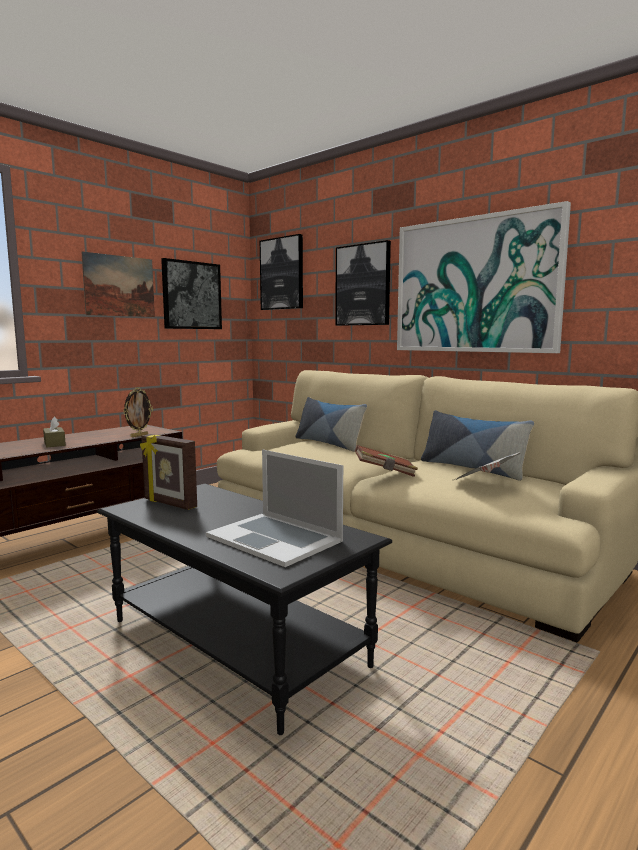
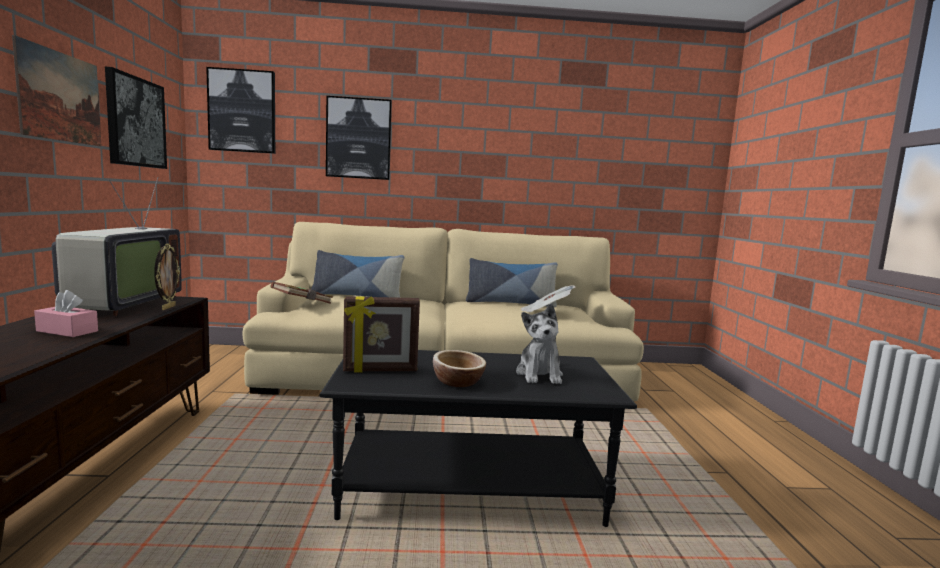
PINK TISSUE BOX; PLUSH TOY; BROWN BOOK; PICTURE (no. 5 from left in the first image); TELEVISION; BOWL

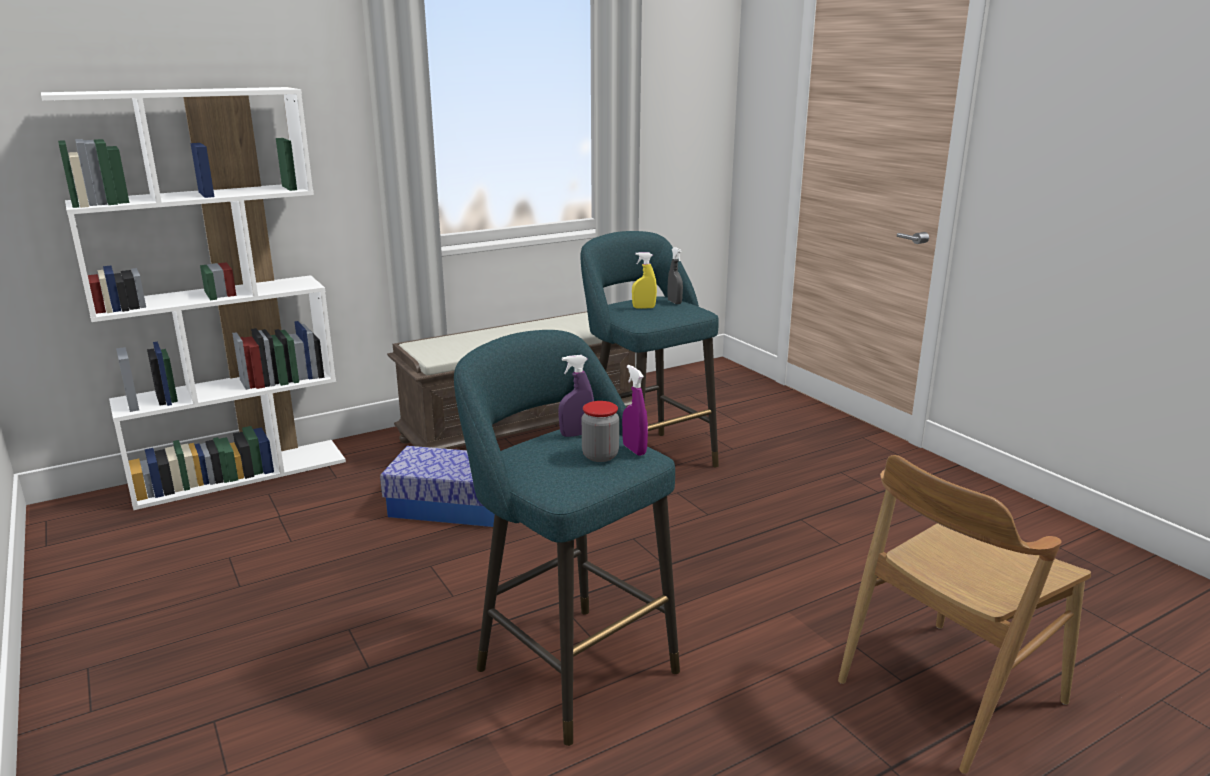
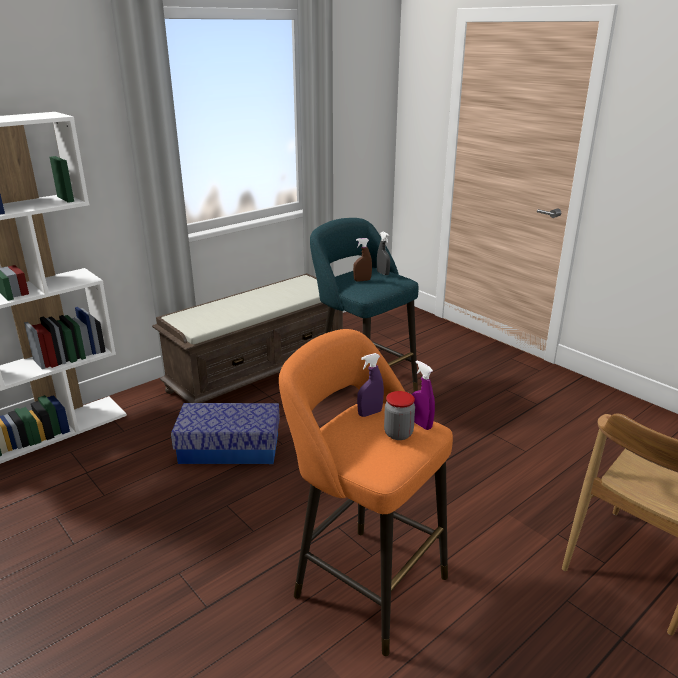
ORANGE STOOL; BROWN SPRAY BOTTLE

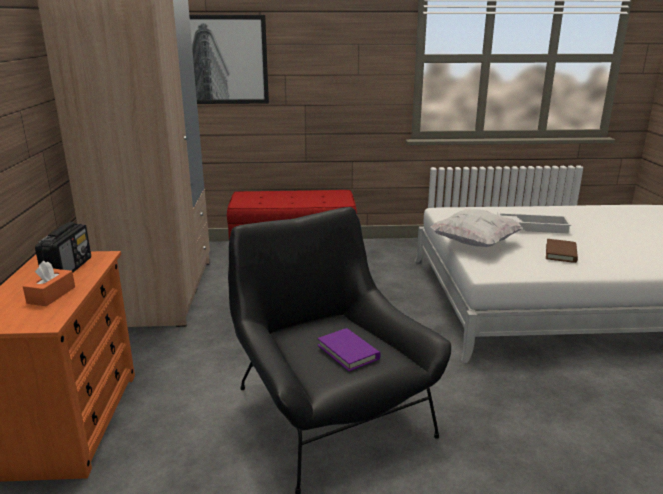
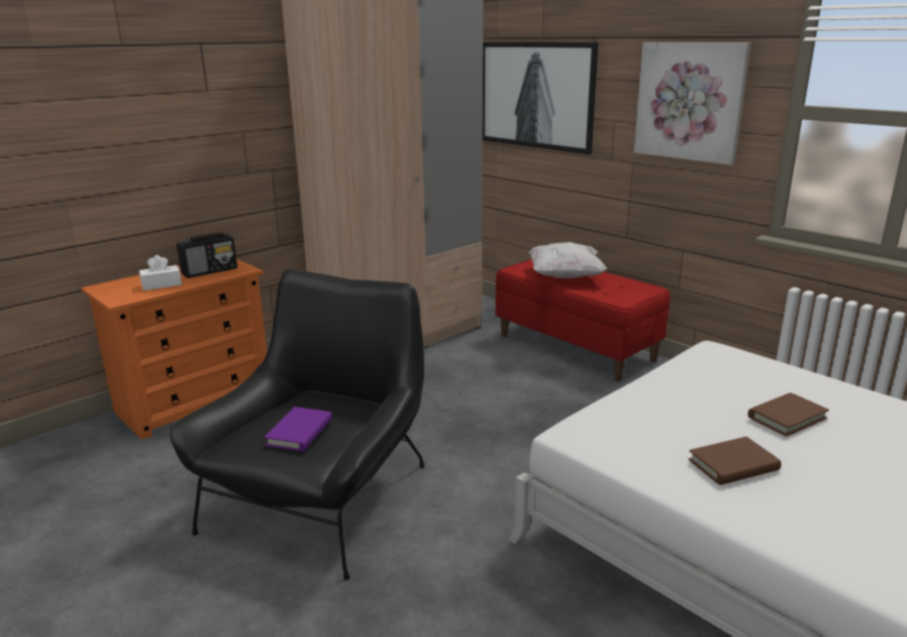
WHITE TISSUE BOX; WHITE PILLOW; BROWN BOOK (no. 2 from left); PICTURE (no. 2 from left)

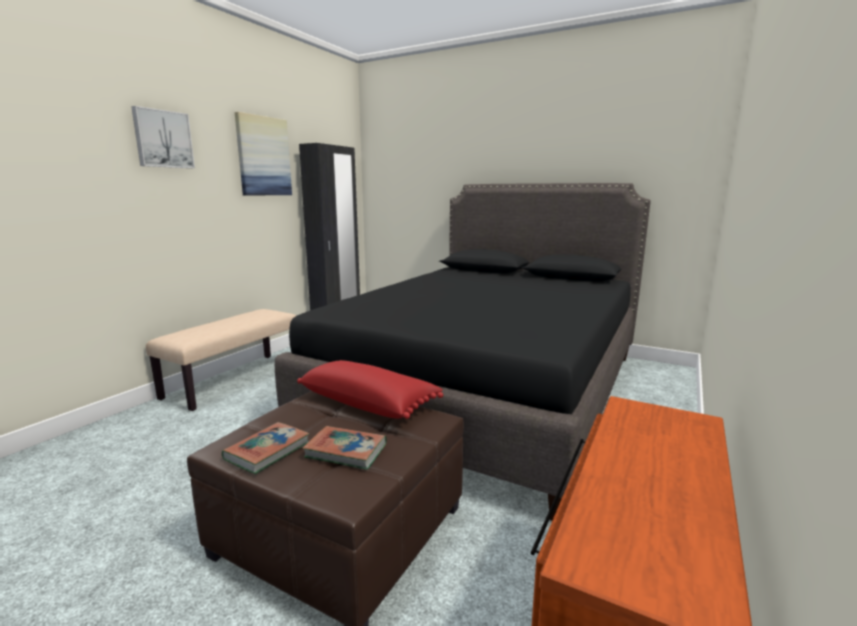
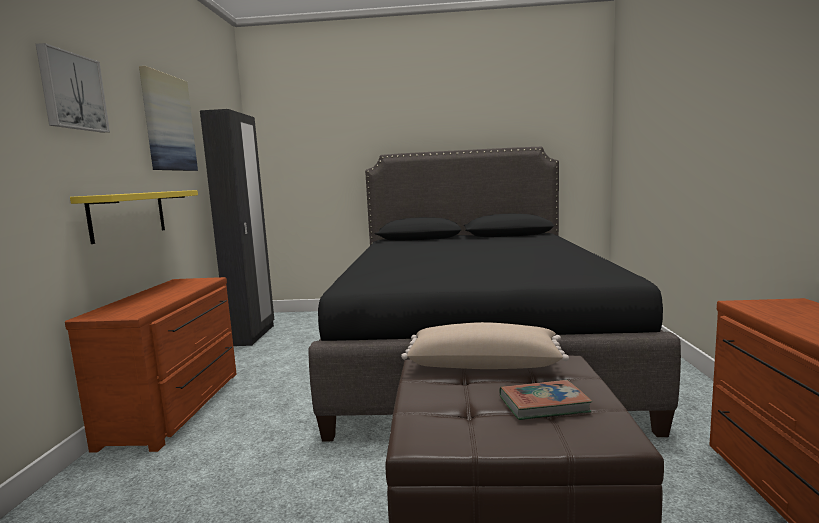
BROWN DRESSER (no. 1 from left); BOOK (no. 1 from left in the first image); BEIGE PILLOW; YELLOW SHELF

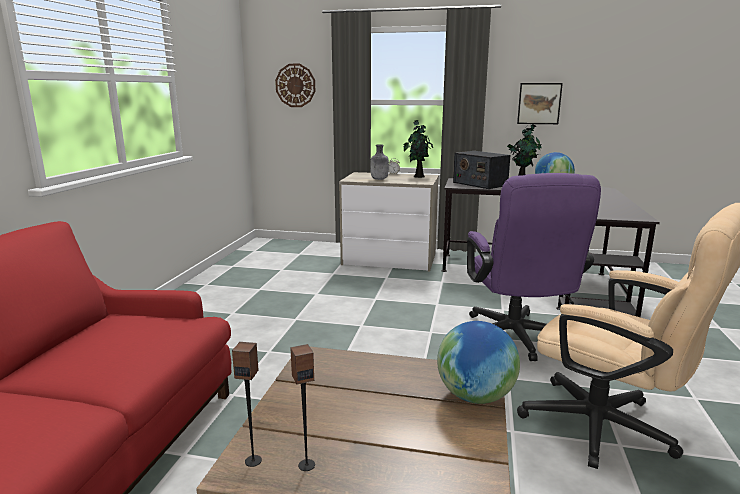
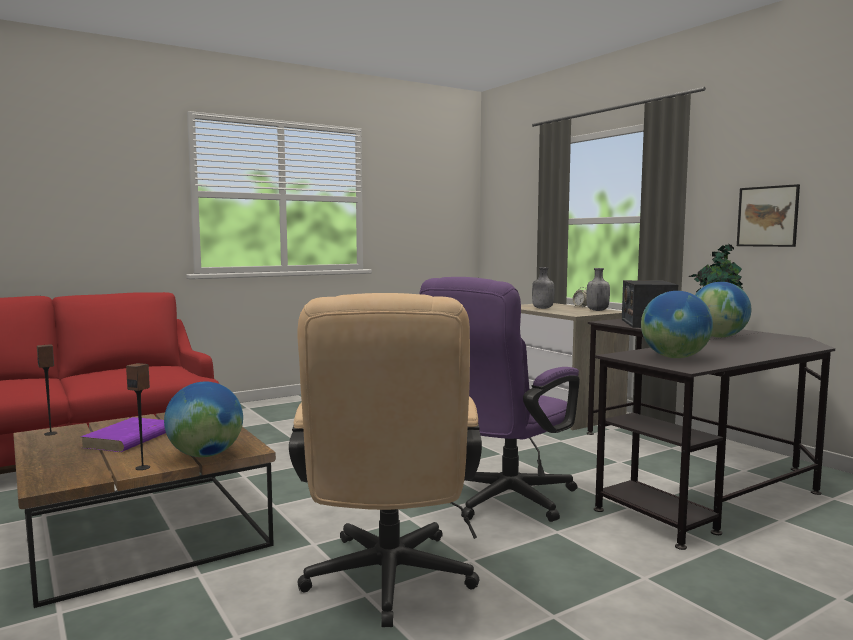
WALL CLOCK; SPEAKER (no. 2 from left); GREY BOTTLE (no. 2 from left); PURPLE BOOK; GLOBE (no. 2 from left)

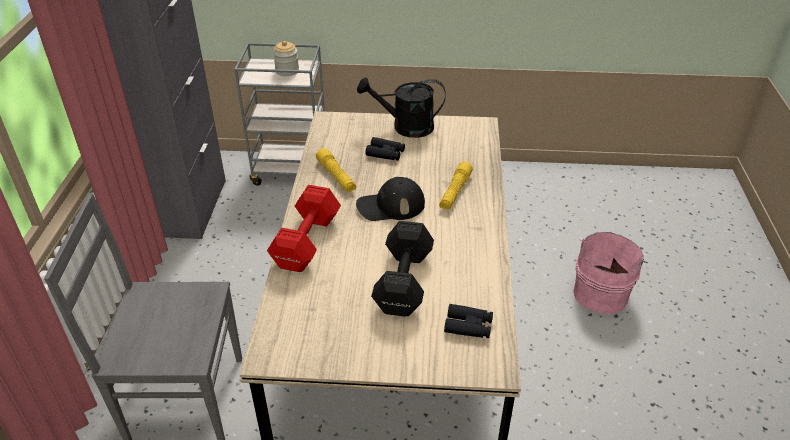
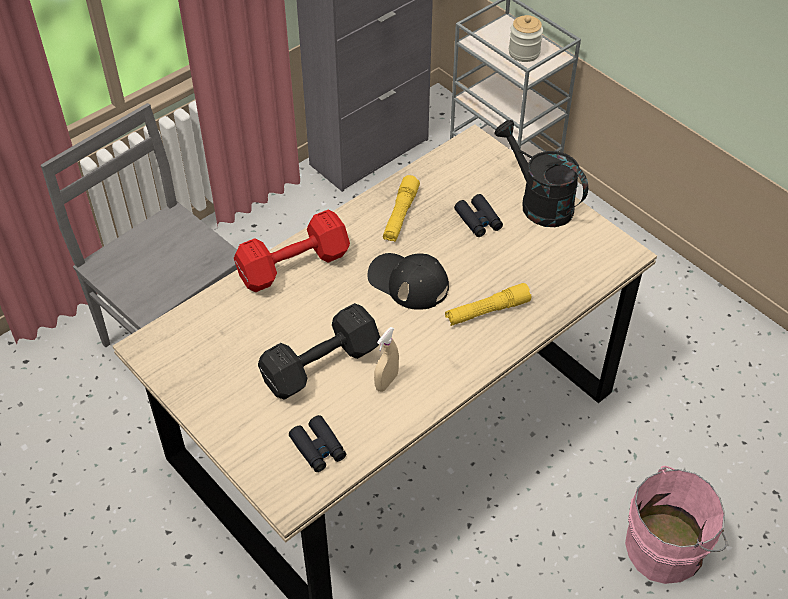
BEIGE SPRAY BOTTLE

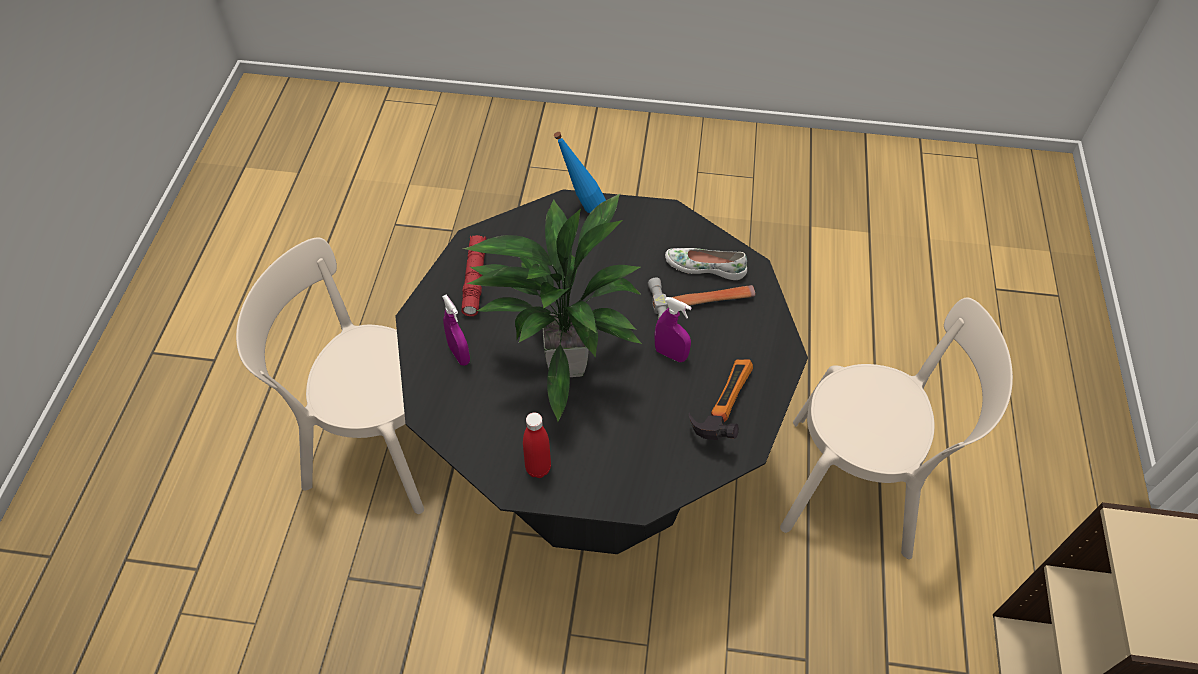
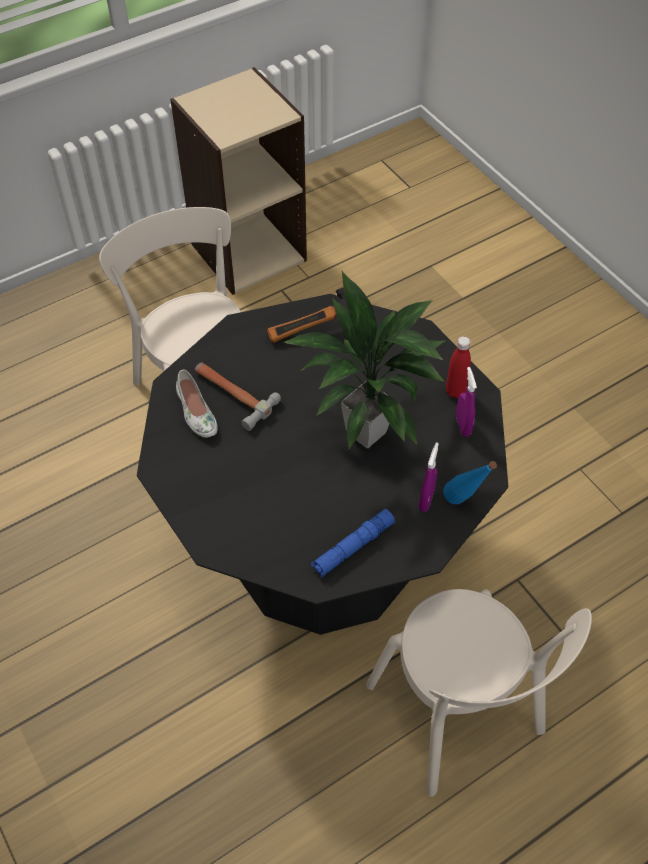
BLUE FLASHLIGHT; BLUE BOTTLE; PURPLE SPRAY BOTTLE (no. 2 from left)

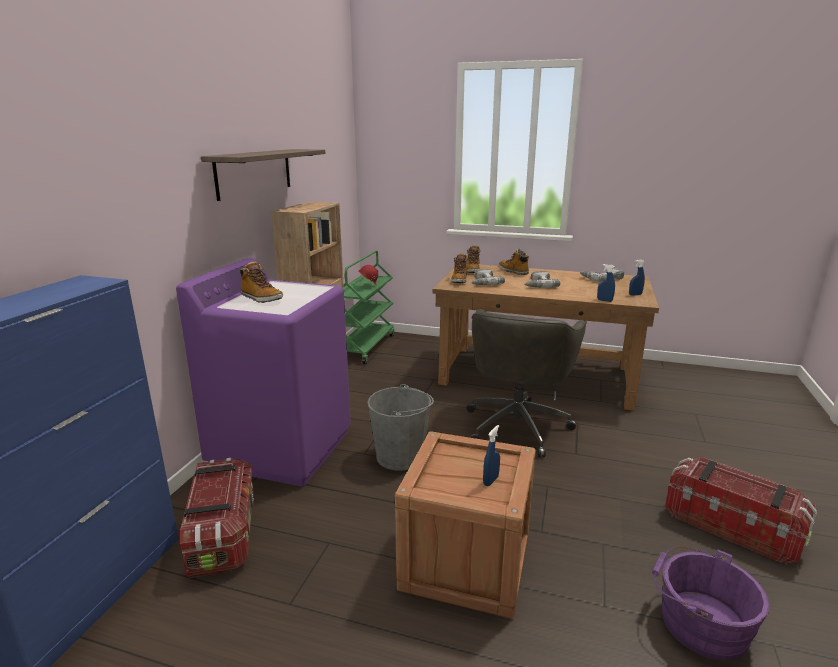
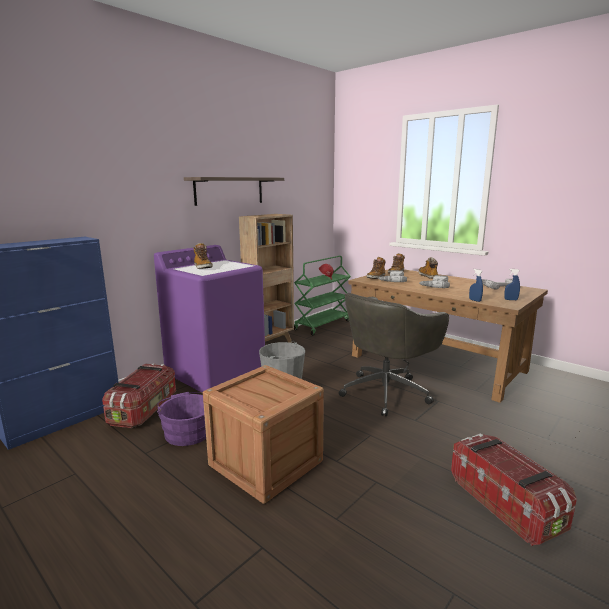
BLUE SPRAY BOTTLE (no. 1 from left in the first image); PURPLE BUCKET

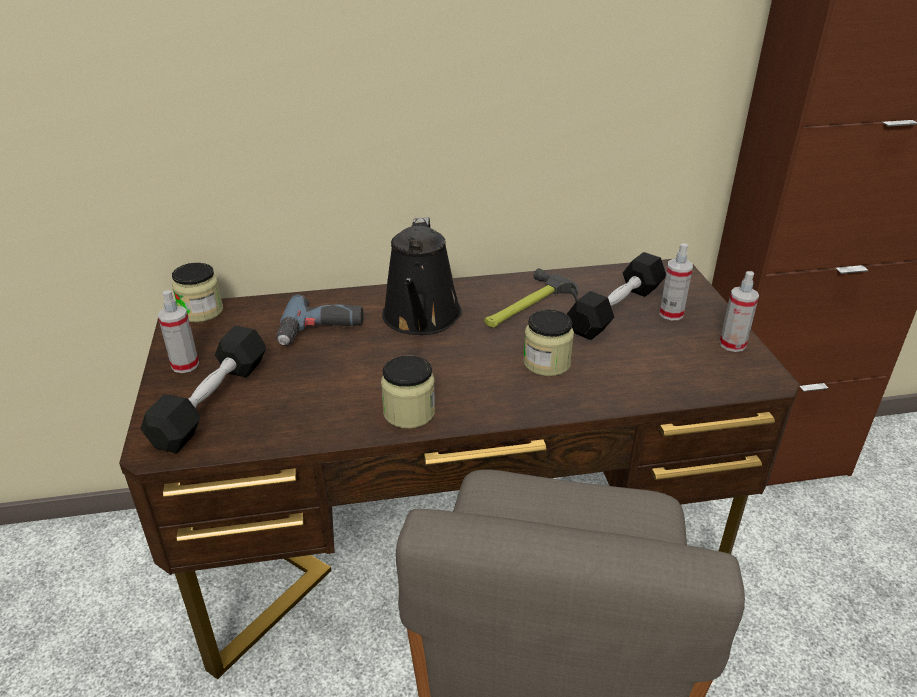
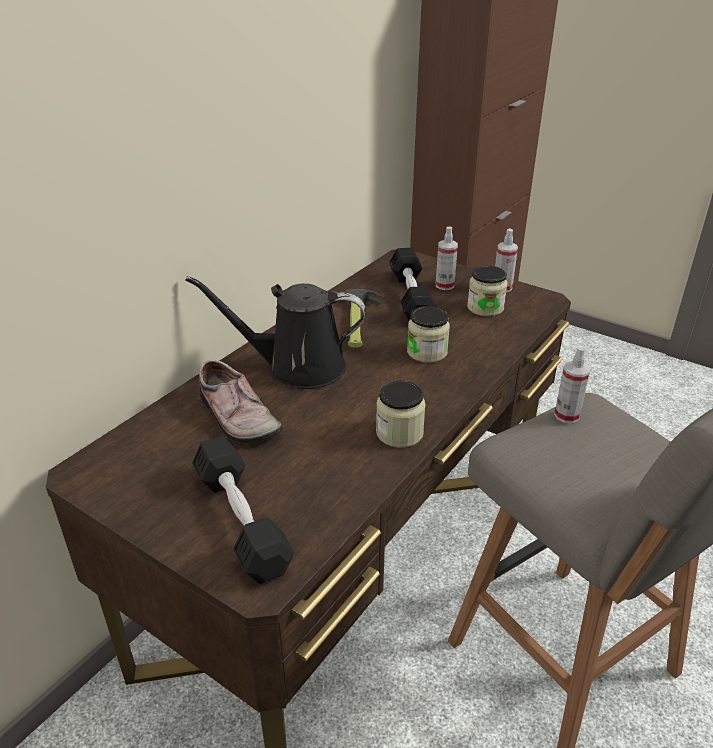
SPRAY BOTTLE (no. 3 from left); JAR (no. 3 from left); SHOE; BLACK WATERING CAN

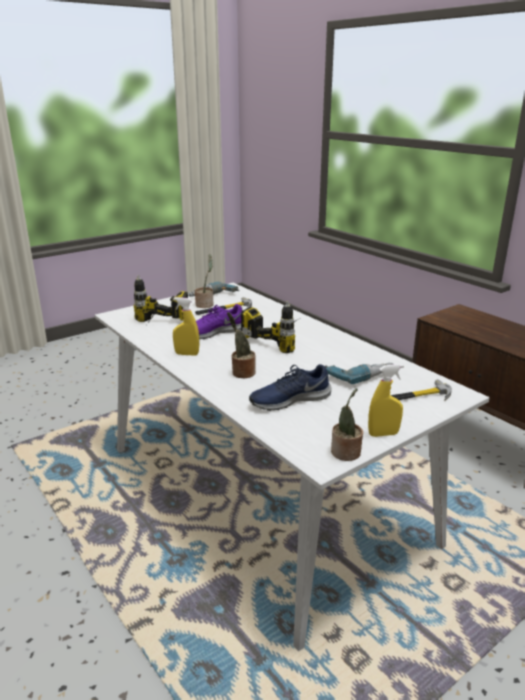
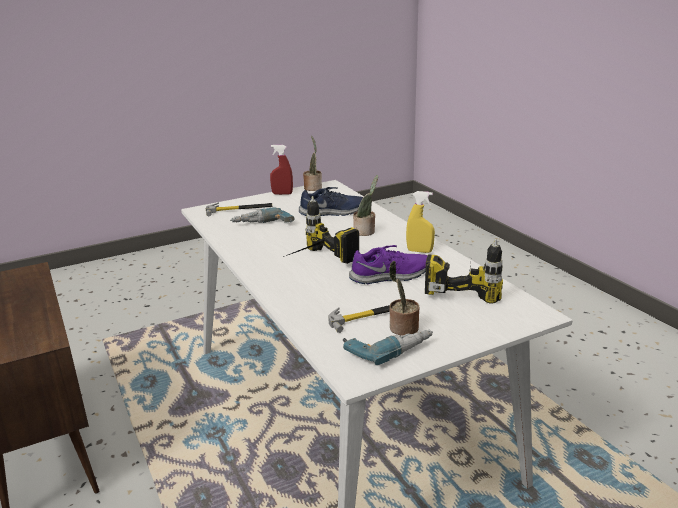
RED SPRAY BOTTLE

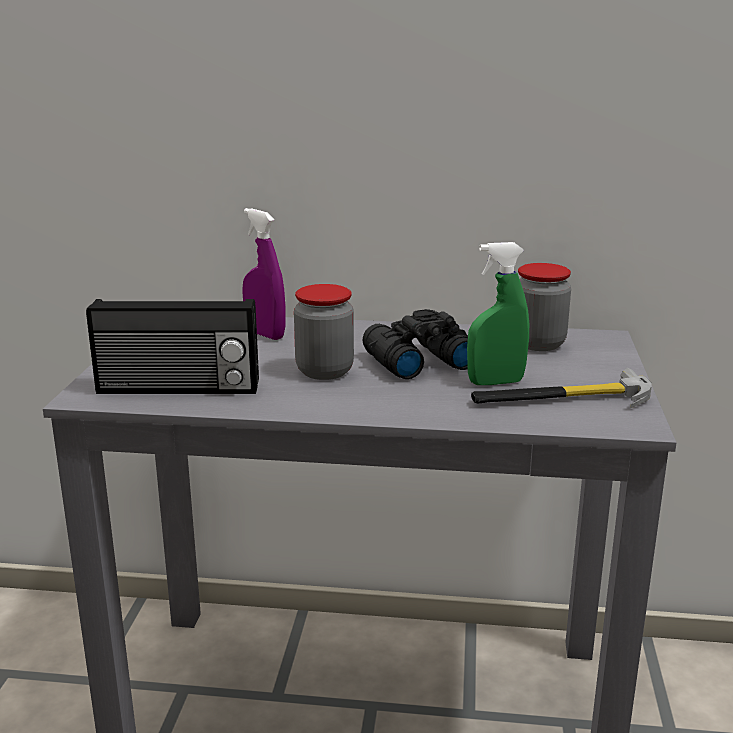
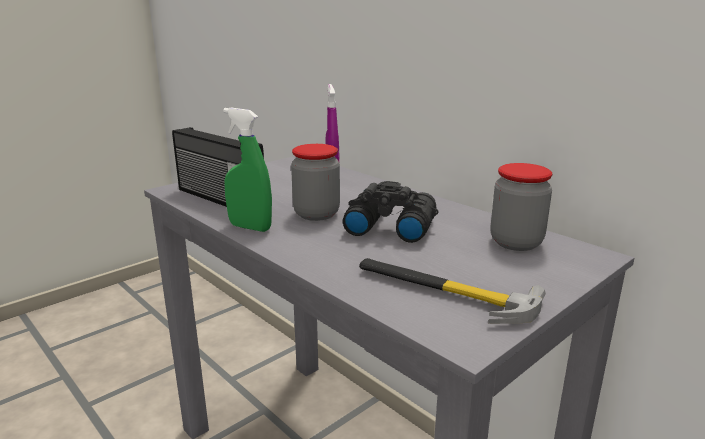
GREEN SPRAY BOTTLE

